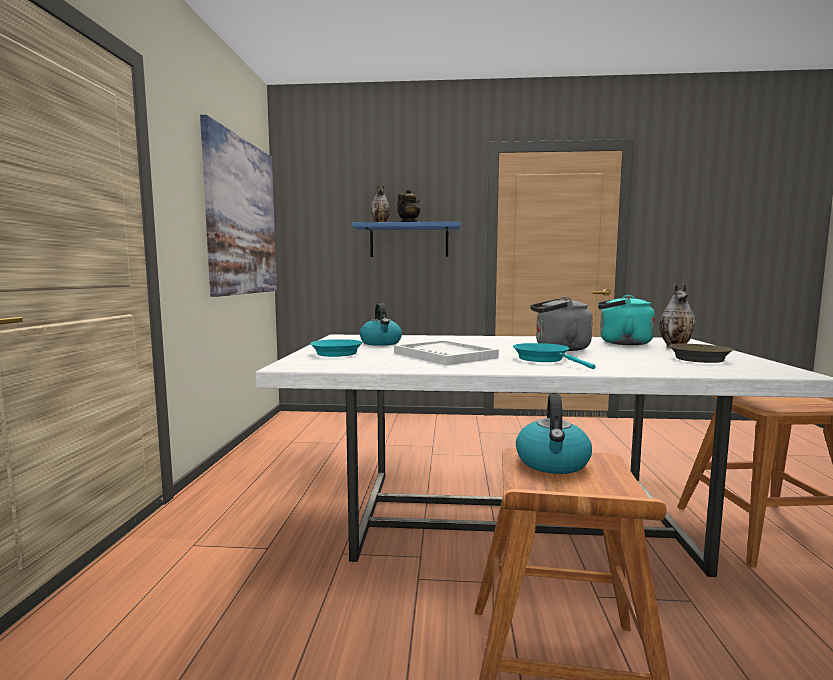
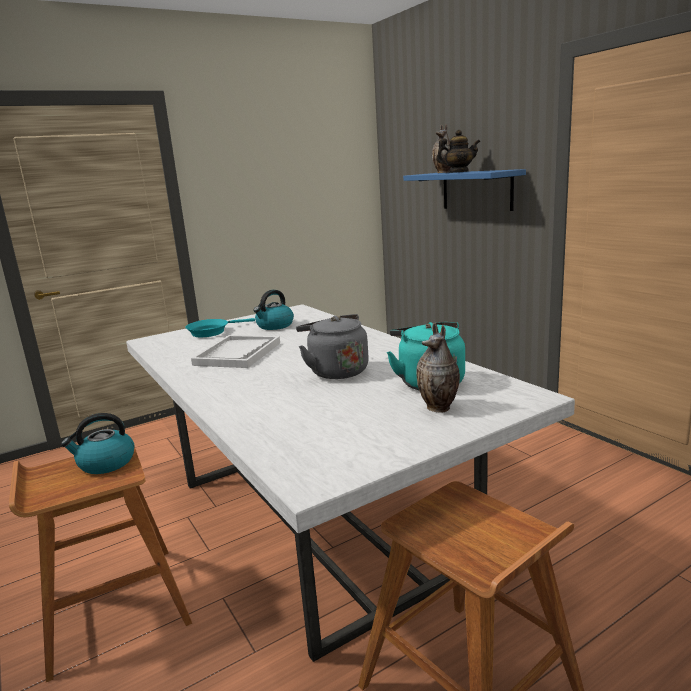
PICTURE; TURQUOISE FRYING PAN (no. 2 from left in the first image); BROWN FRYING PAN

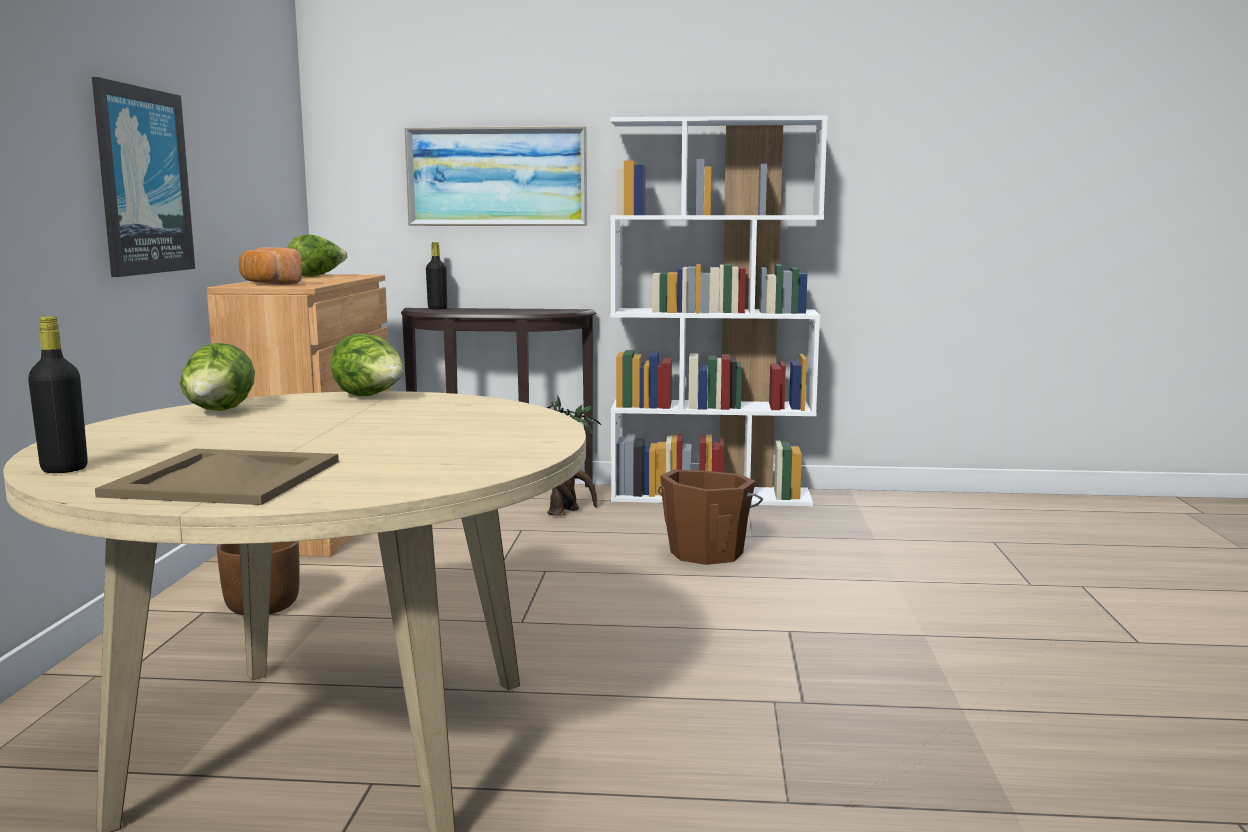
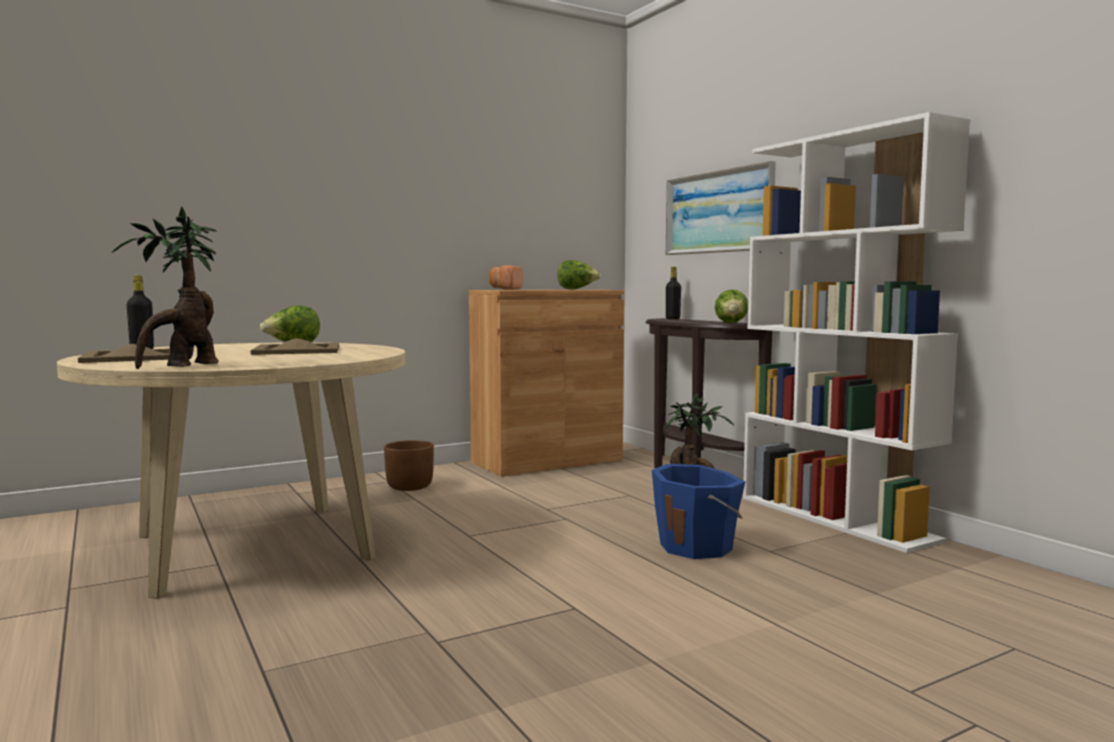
PICTURE (no. 1 from left in the first image); LETTUCE (no. 3 from left); BLUE BUCKET; POTTED PLANT (no. 1 from left); BEIGE TRAY (no. 2 from left)

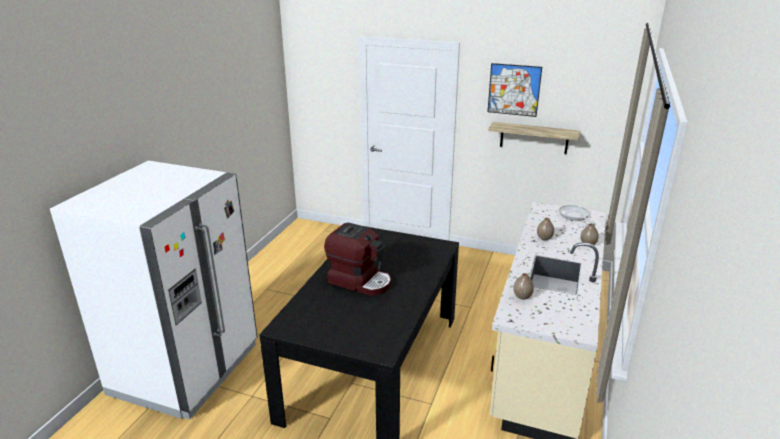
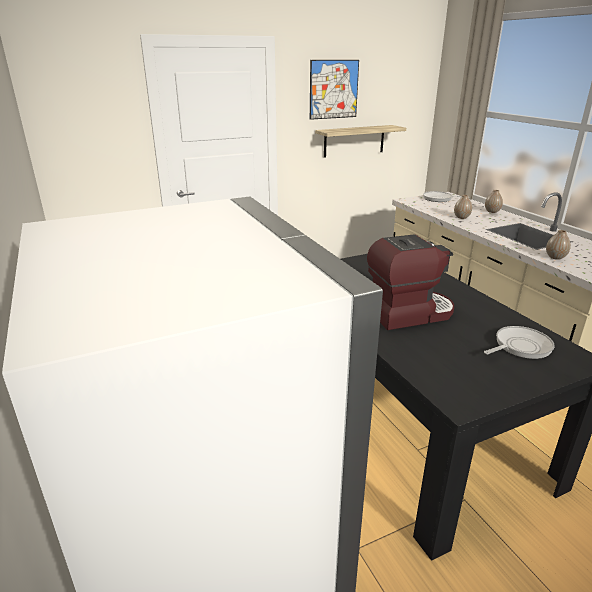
FRYING PAN (no. 2 from left)

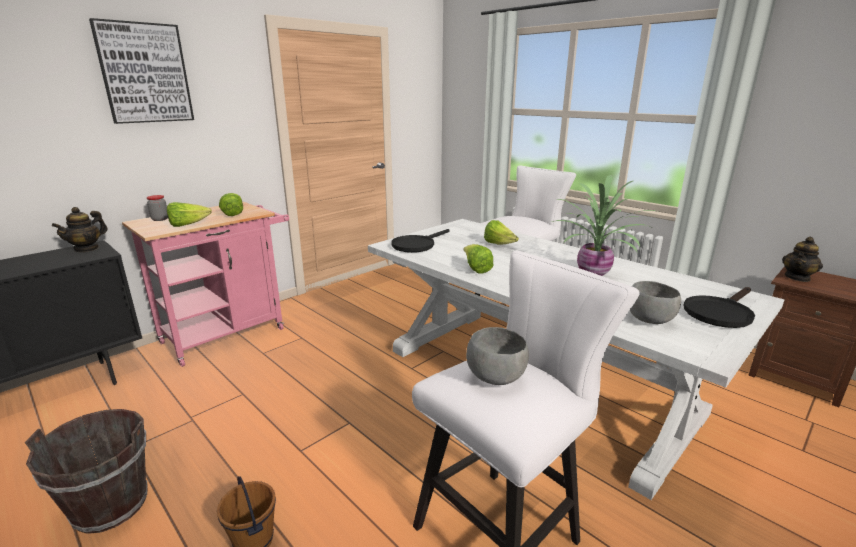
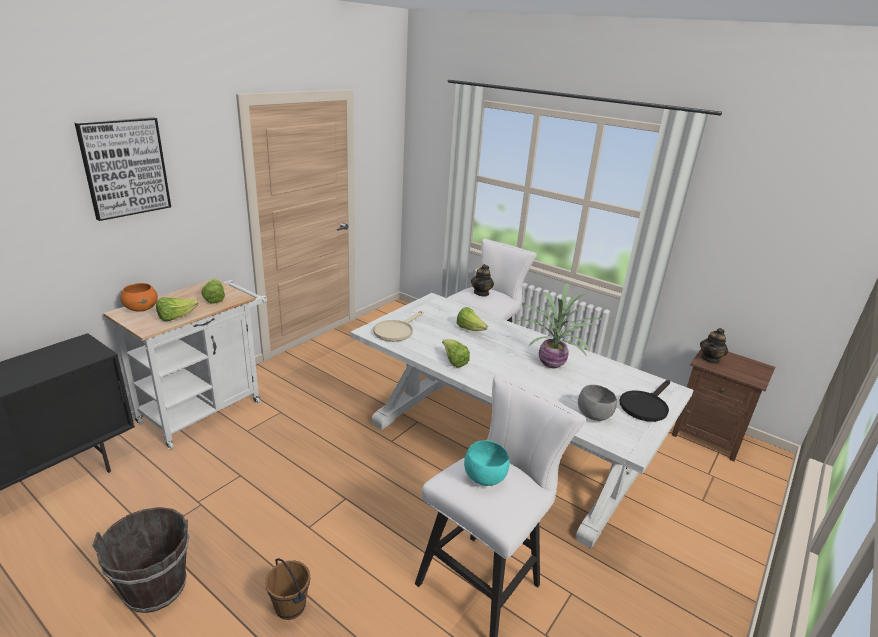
TEAPOT (no. 1 from left); WHITE CART; ORANGE BOWL; BEIGE FRYING PAN; TURQUOISE BOWL

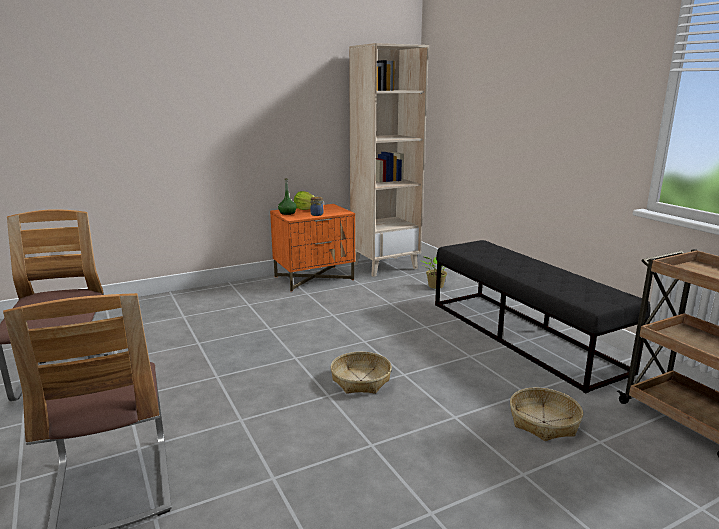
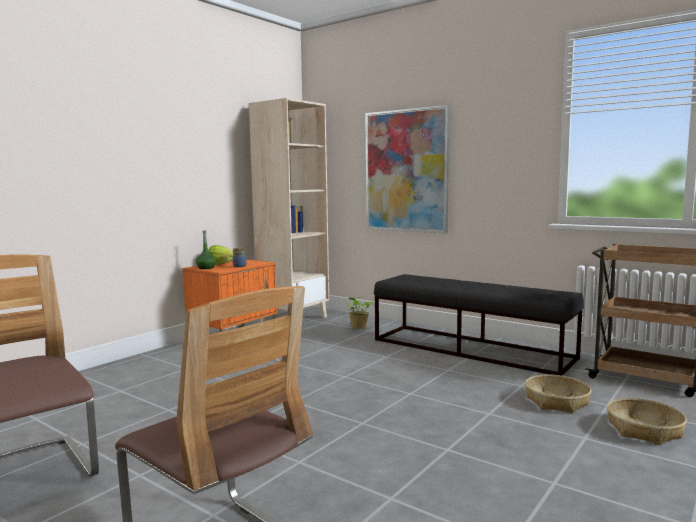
BASKET (no. 2 from left); PICTURE

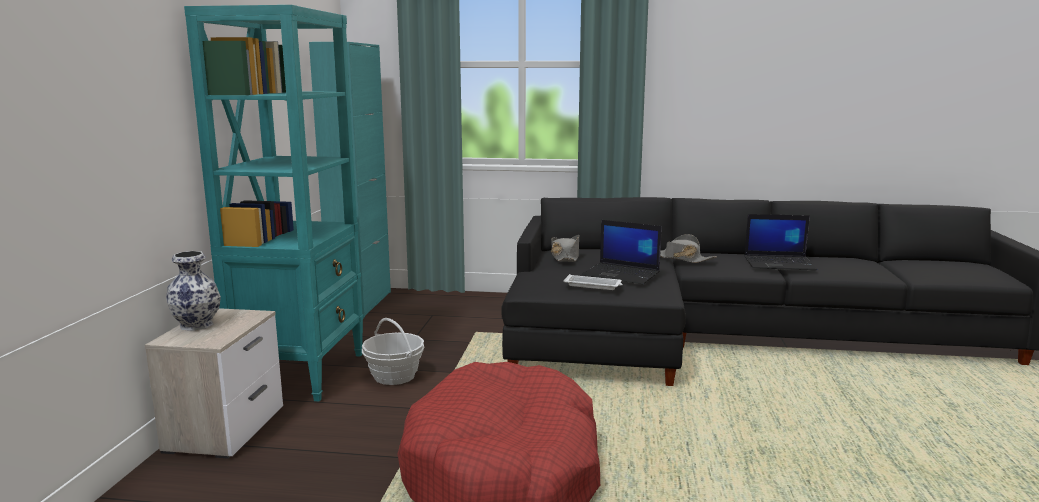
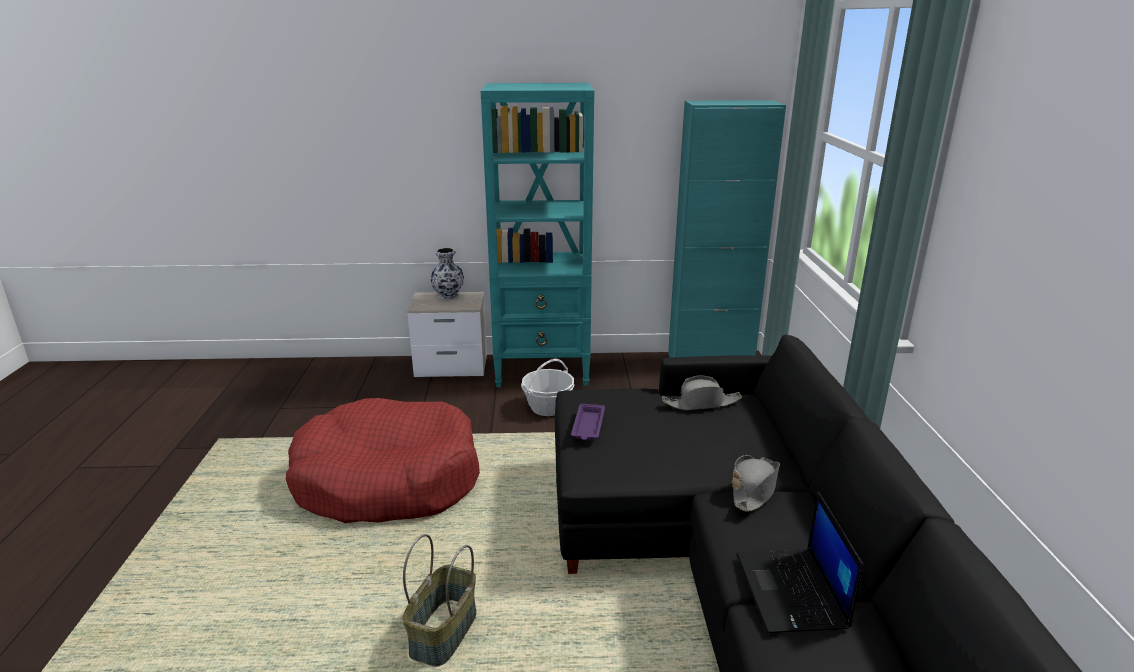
PURPLE TRAY; LAPTOP (no. 1 from left in the first image); BASKET (no. 1 from left)

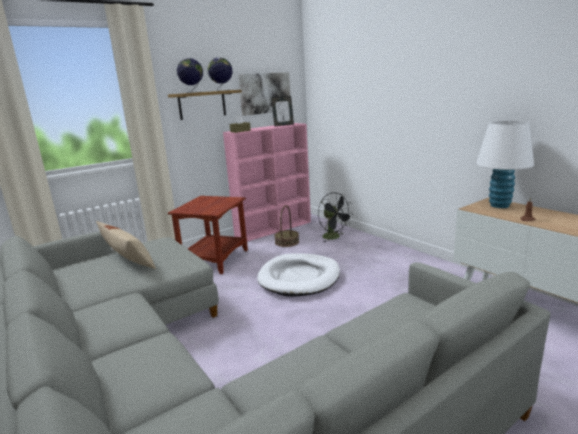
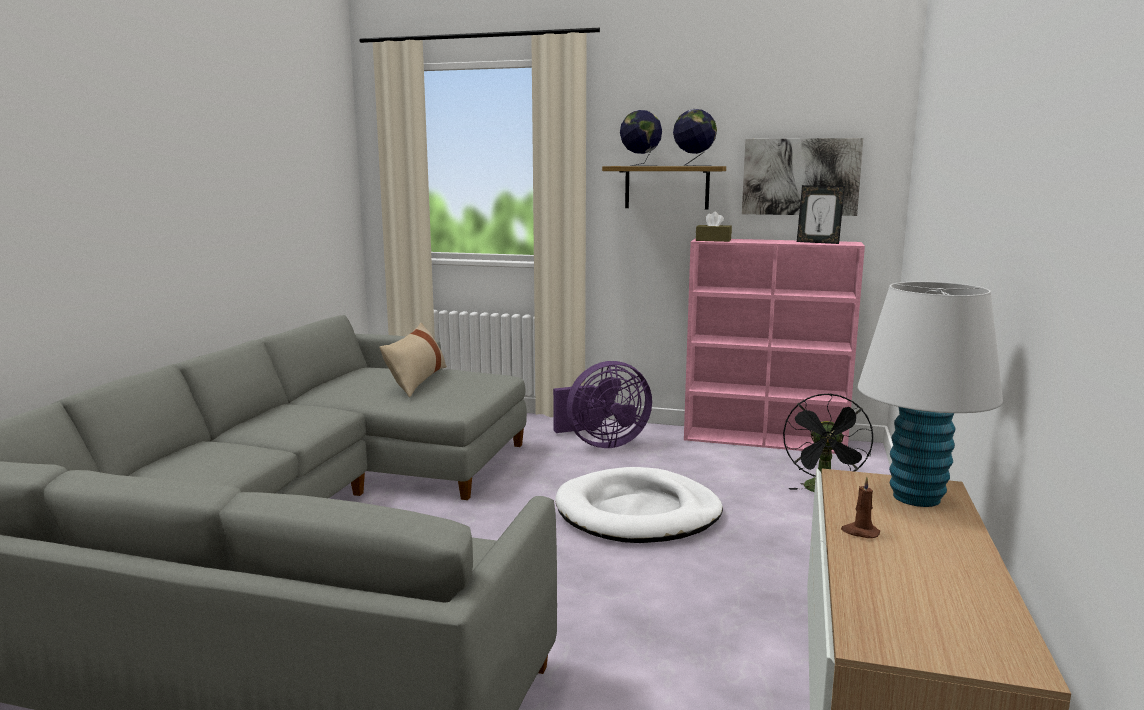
PURPLE FAN; BASKET

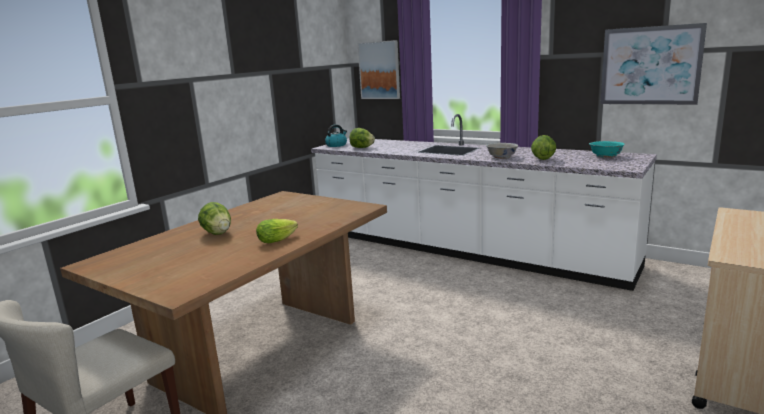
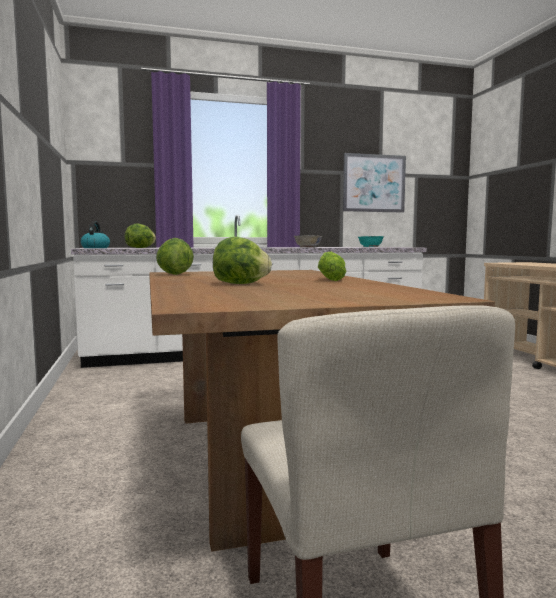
PICTURE (no. 1 from left in the first image); LETTUCE (no. 2 from left)

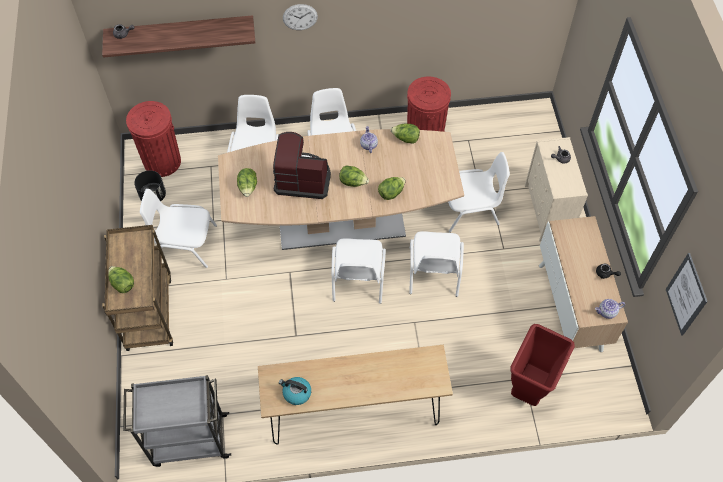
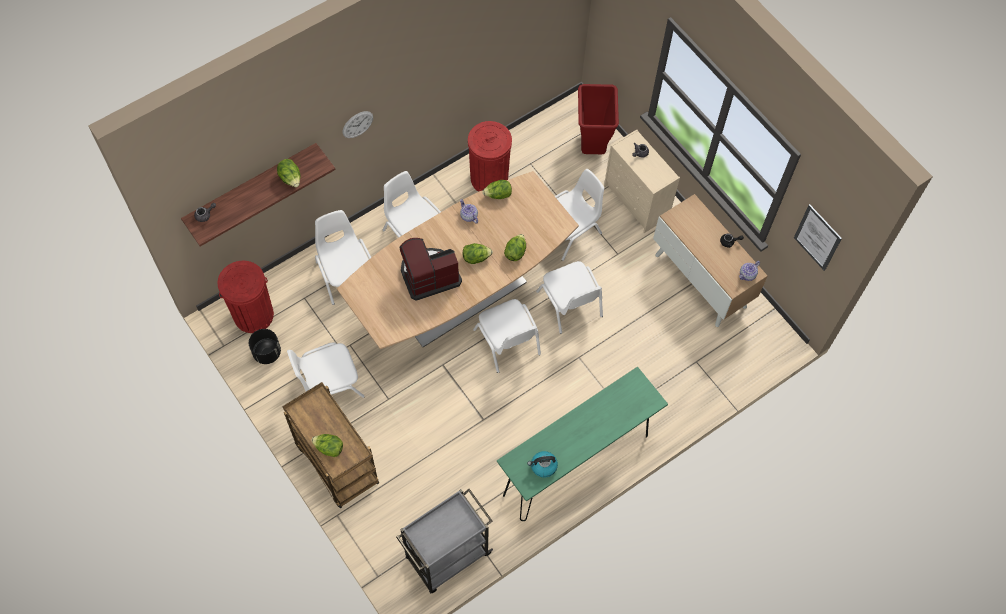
LETTUCE (no. 1 from left); GREEN CONSOLE TABLE; RED TRASH CAN (no. 3 from left)

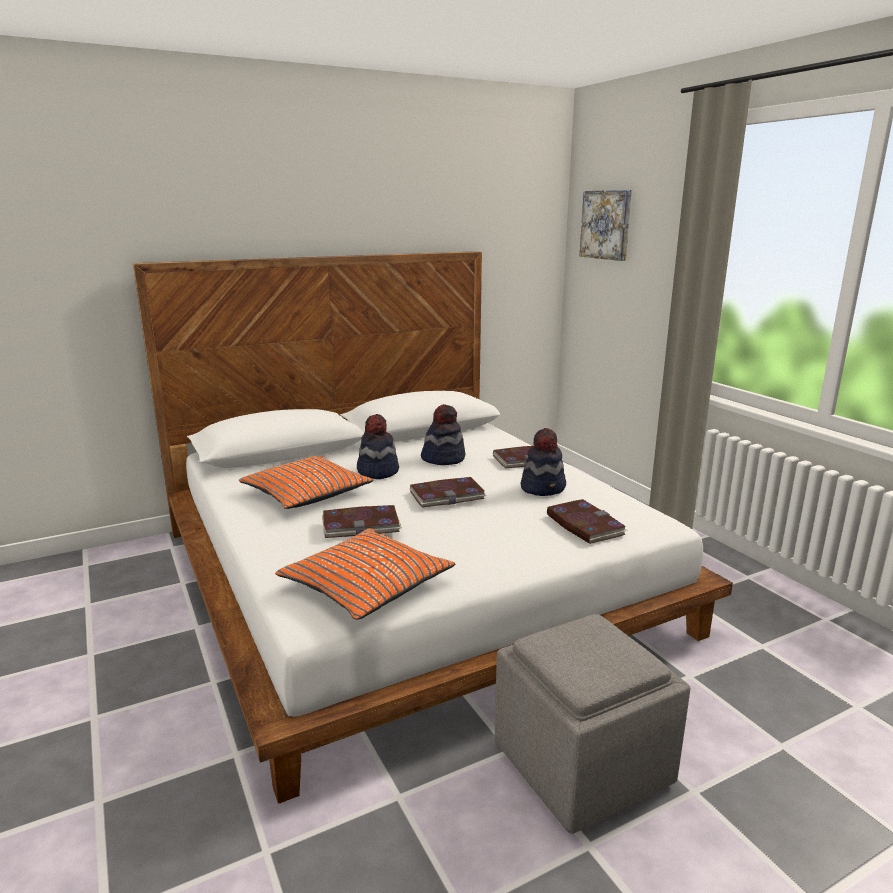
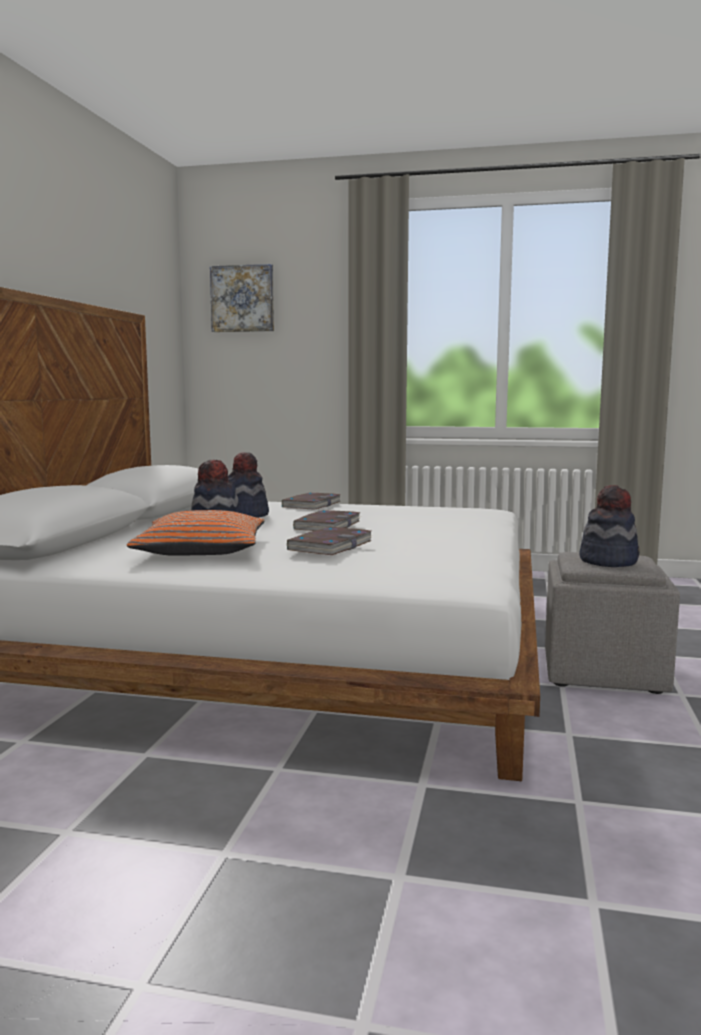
ORANGE PILLOW (no. 2 from left in the first image); HAT (no. 3 from left); BOOK (no. 4 from left in the first image)

